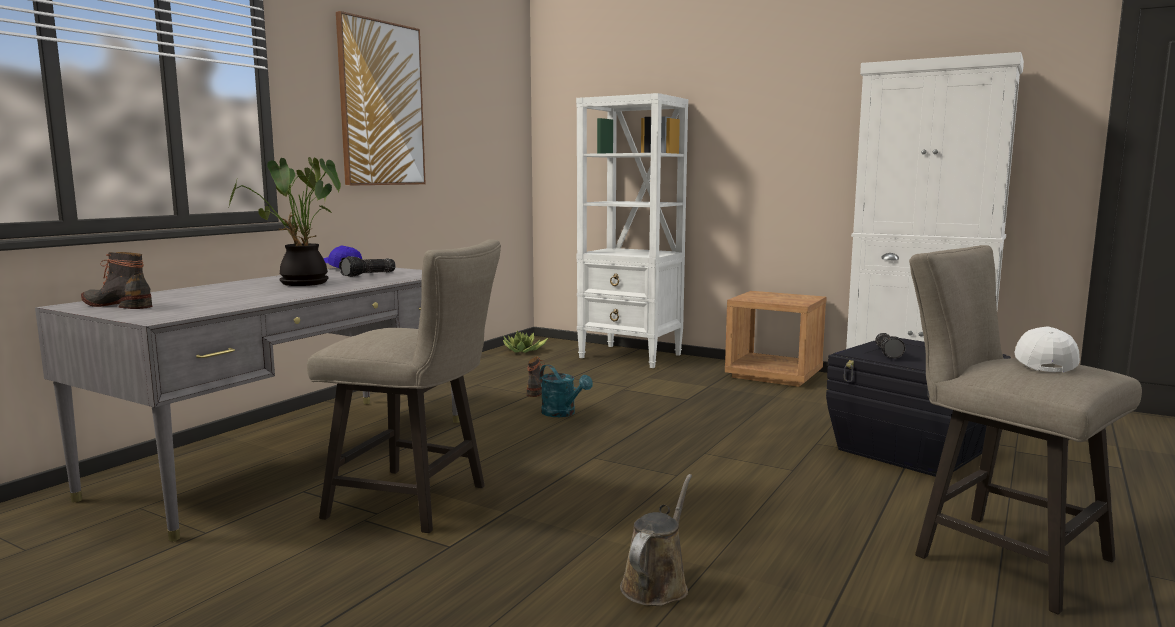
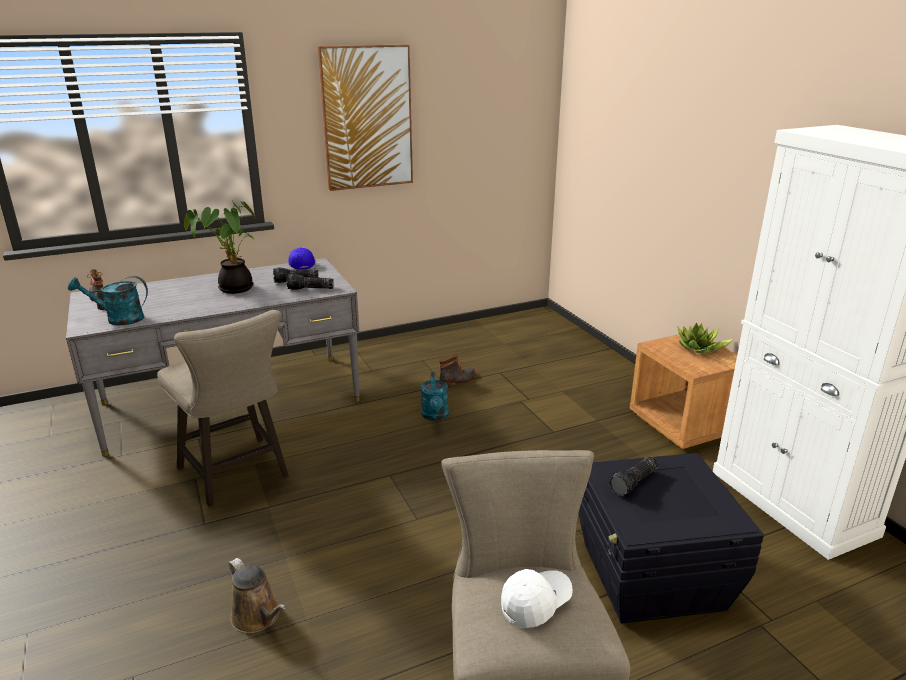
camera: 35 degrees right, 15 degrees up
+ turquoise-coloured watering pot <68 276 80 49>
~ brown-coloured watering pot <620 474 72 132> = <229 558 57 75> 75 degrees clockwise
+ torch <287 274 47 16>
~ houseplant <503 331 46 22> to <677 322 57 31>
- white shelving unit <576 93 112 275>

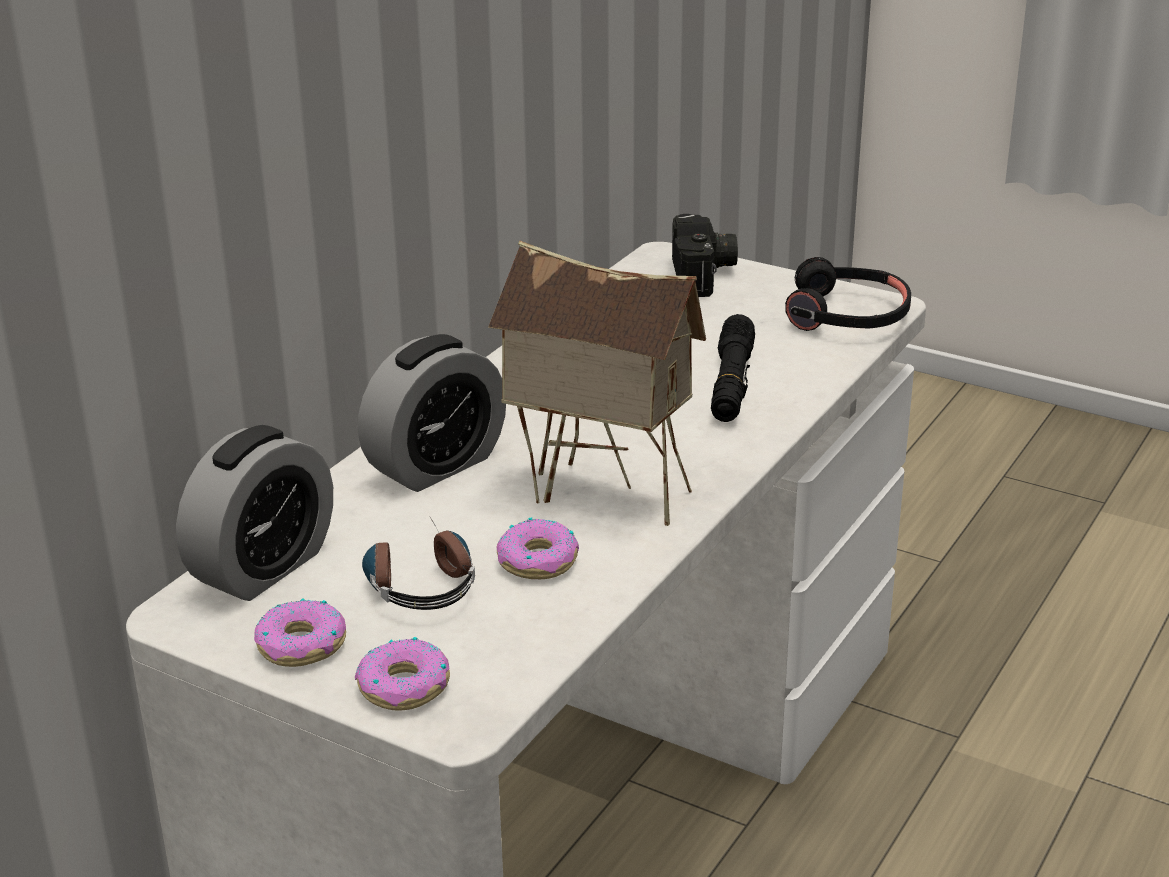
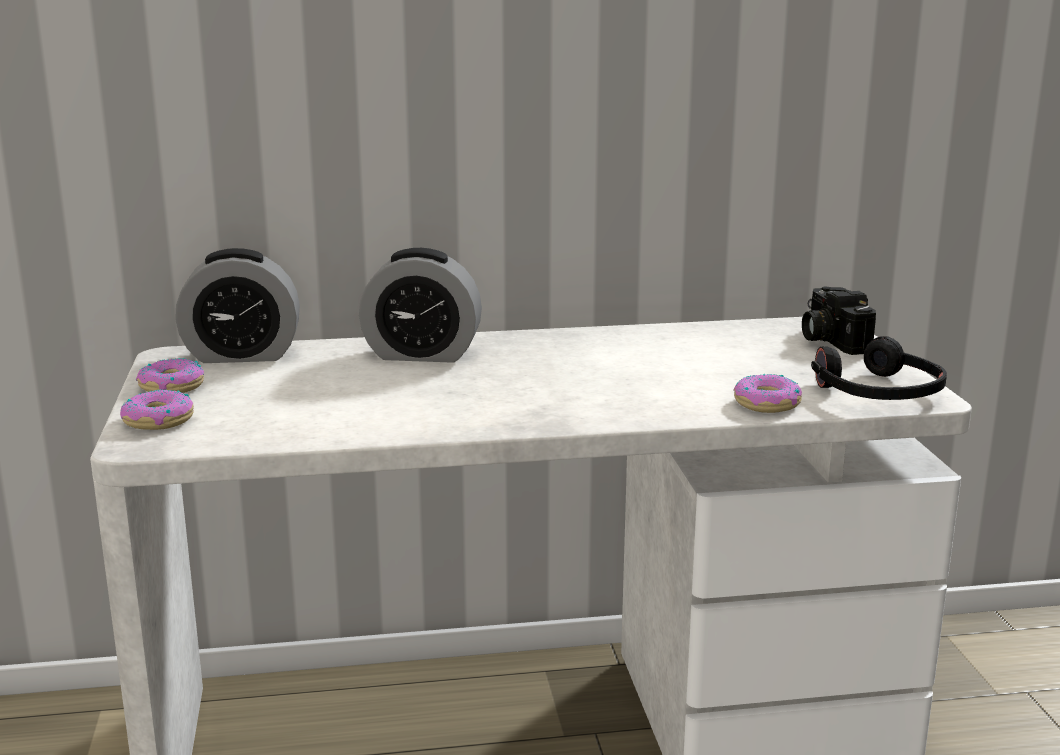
camera: 50 degrees right, 10 degrees down
~ donut <496 518 83 61> to <733 374 69 39>
~ photo camera <672 214 66 83> = <802 287 74 68> 120 degrees clockwise
- headset <362 517 113 93>
- miniature house <488 240 218 286>
- blackish torch <711 314 44 108>

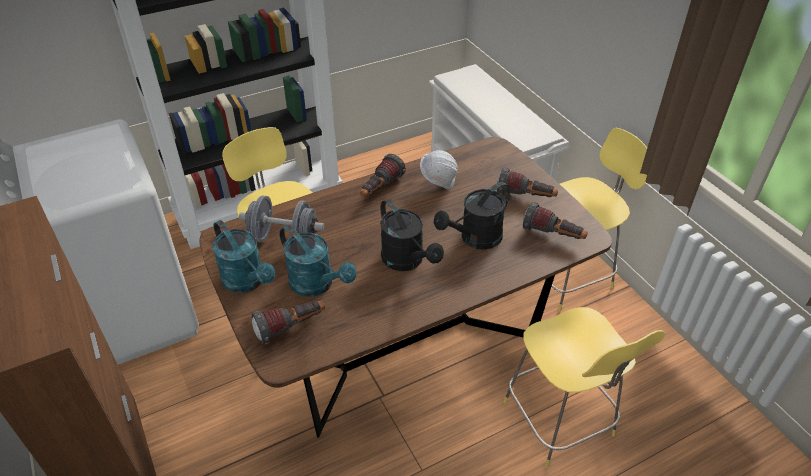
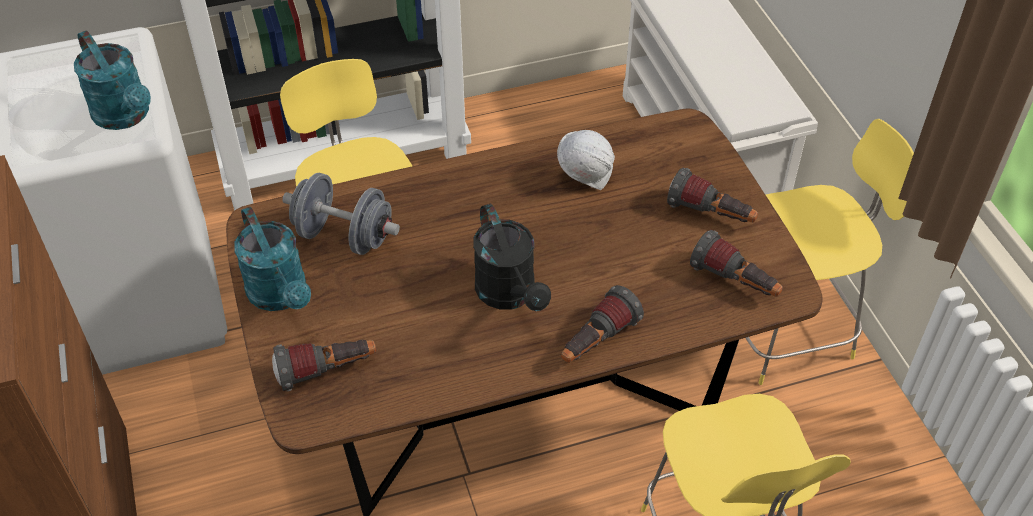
camera: 10 degrees right, 5 degrees up
~ turquoise-coloured watering pot <280 225 77 72> to <74 31 77 99>
~ torch <360 154 46 43> to <561 285 83 78>
- blackish watering pot <434 182 77 68>

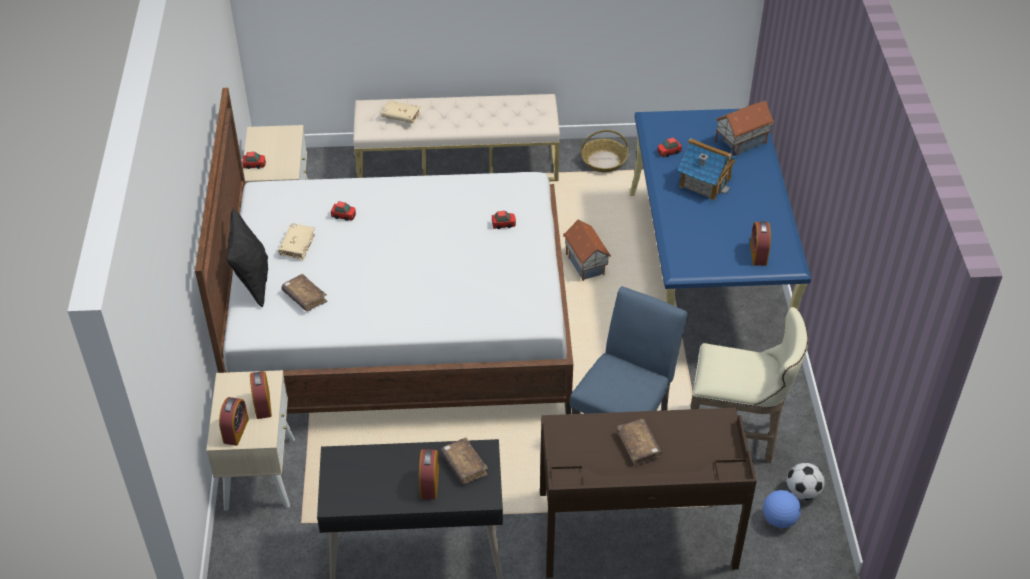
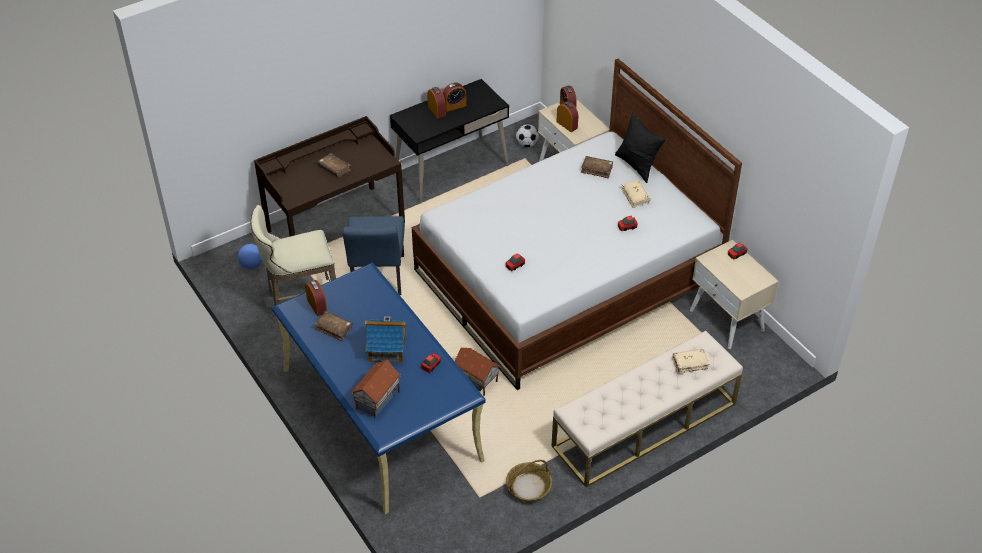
camera: 150 degrees right, 0 degrees up
~ brown-coloured bound book <440 438 48 46> to <314 311 39 30>
+ alarm clock <443 82 24 30>
~ football ball <787 463 38 37> to <516 124 23 23>

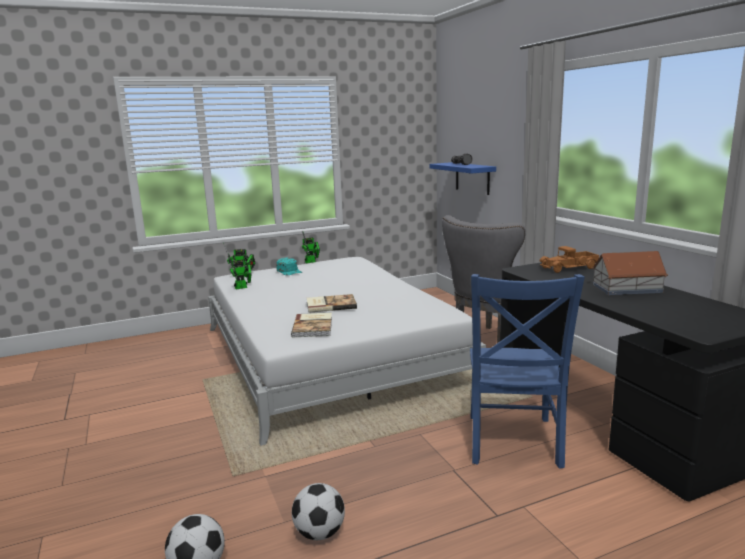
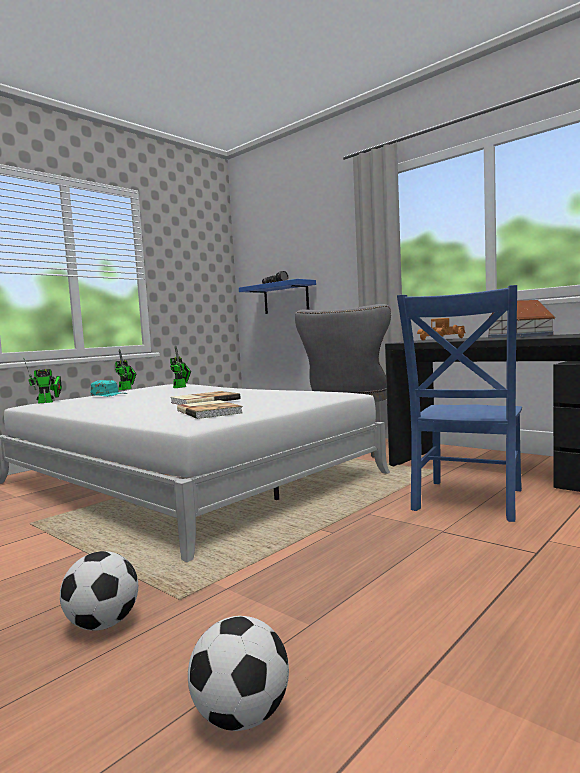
camera: 25 degrees left, 10 degrees down
~ football ball <292 483 53 57> to <60 551 78 80>
~ robot figure <228 254 24 35> to <170 345 21 43>
~ blue-coloured chair <470 274 115 195> = <397 285 125 237> 45 degrees clockwise

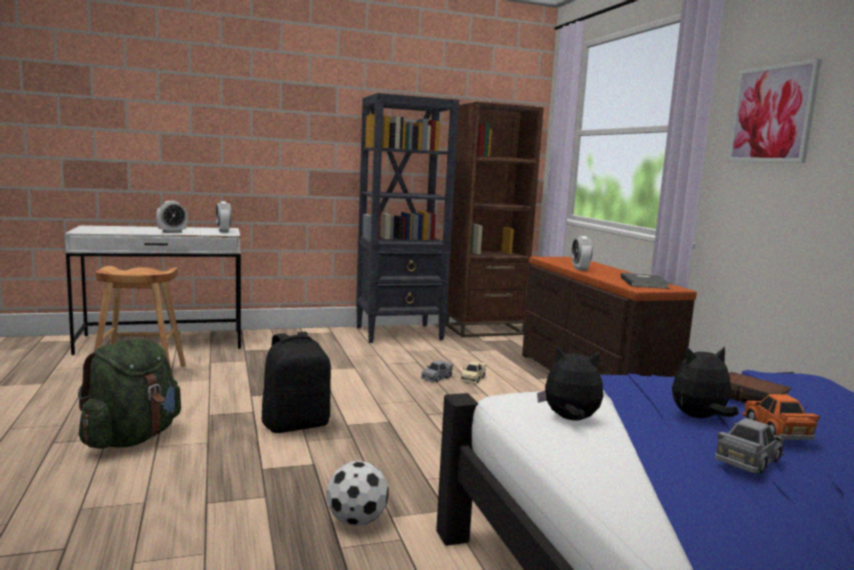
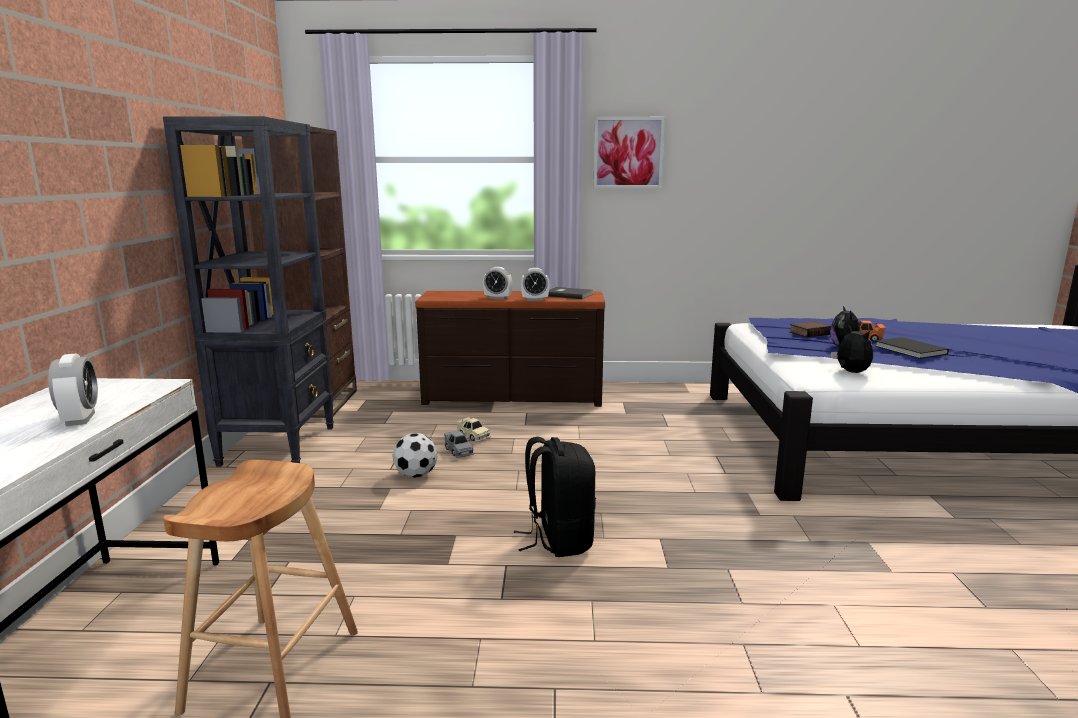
camera: 70 degrees left, 5 degrees up
~ football ball <327 461 62 65> to <393 433 44 45>
~ alarm clock <216 201 16 31> to <521 268 29 33>
~ cuddly toy <537 346 66 74> = <831 325 42 48> 120 degrees clockwise
~ greyish miniature car <715 418 69 55> to blackish bound book <876 337 73 22>
- green backpack <78 339 103 110>

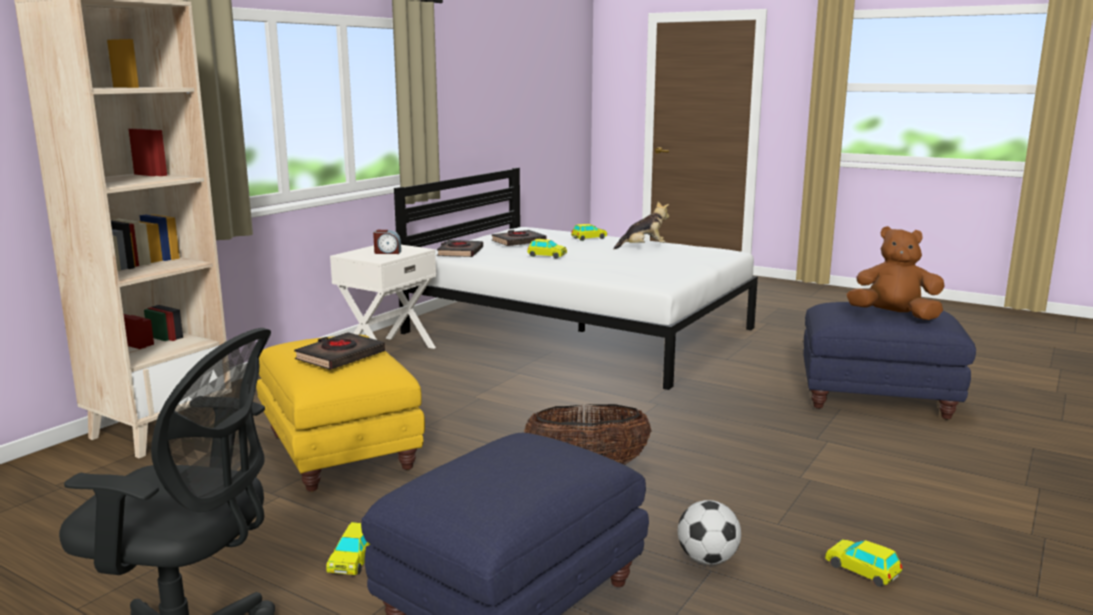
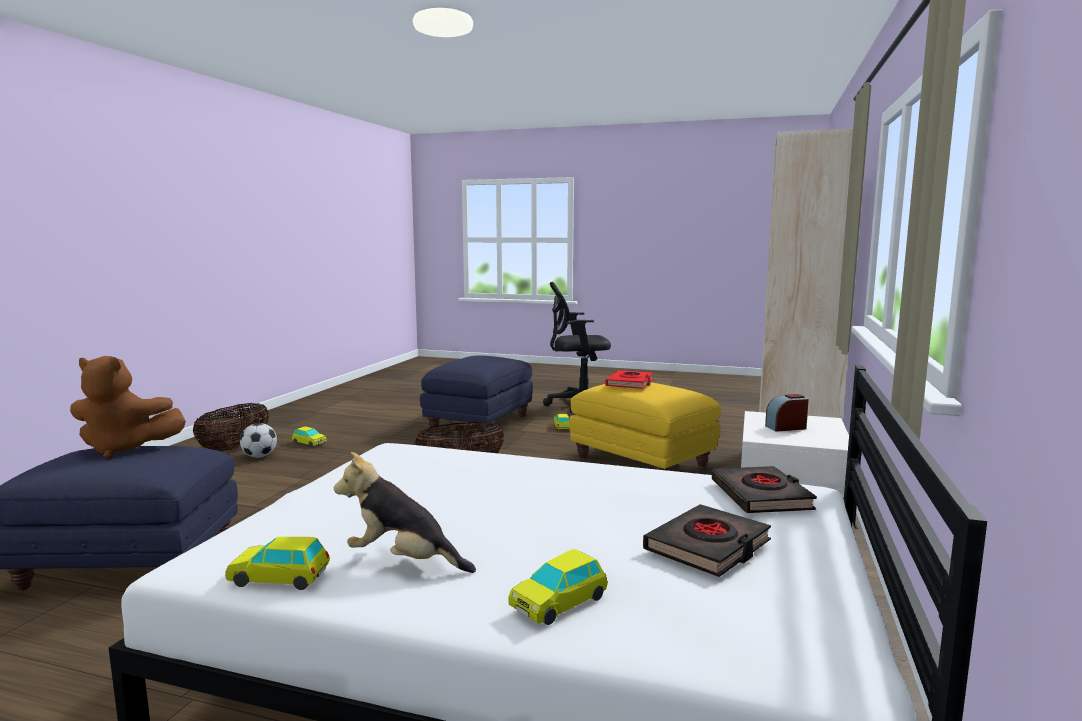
camera: 165 degrees right, 5 degrees down
+ basket <193 403 76 48>
~ miniature car <527 239 40 20> to <225 537 105 53>
~ football ball <678 500 63 65> to <240 423 37 35>
~ cuddly toy <613 202 57 47> = <334 452 142 121> 45 degrees clockwise
~ blackish bound book <294 332 91 38> to red bound book <605 370 49 19>

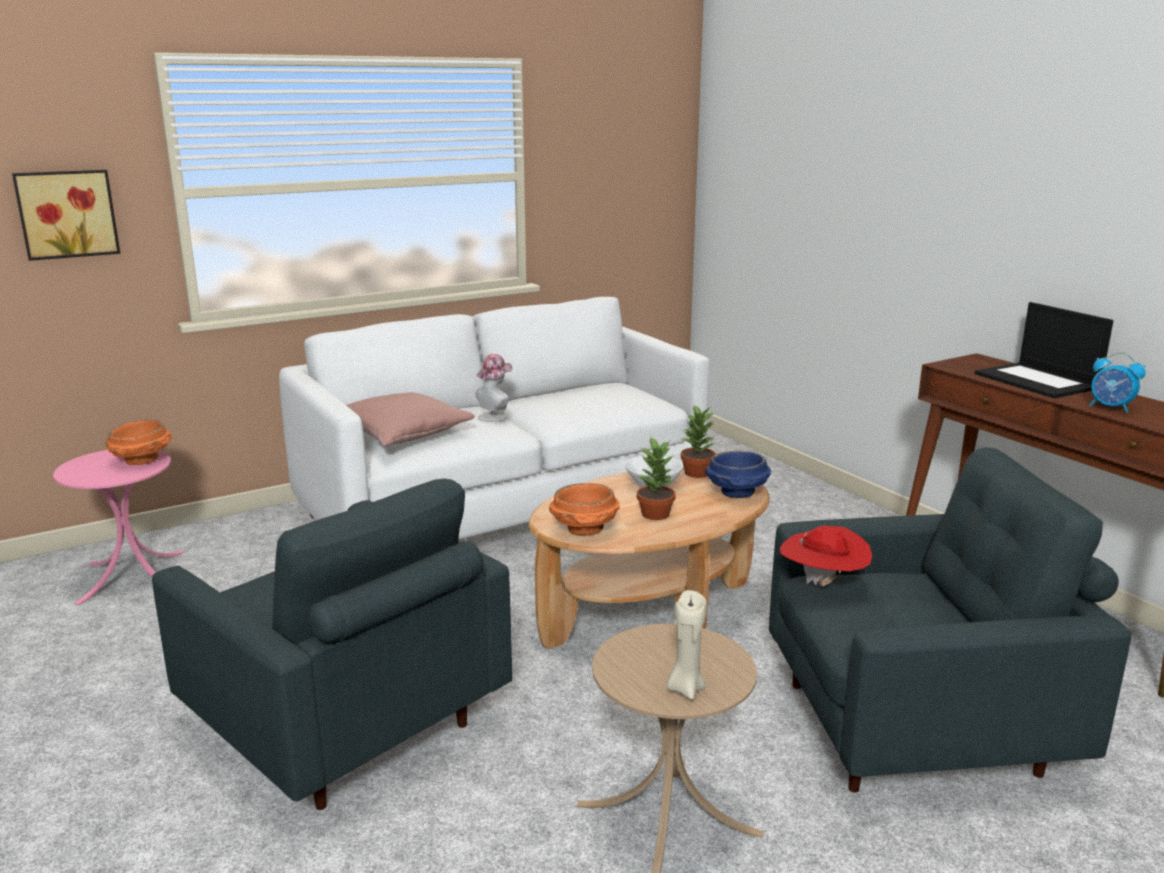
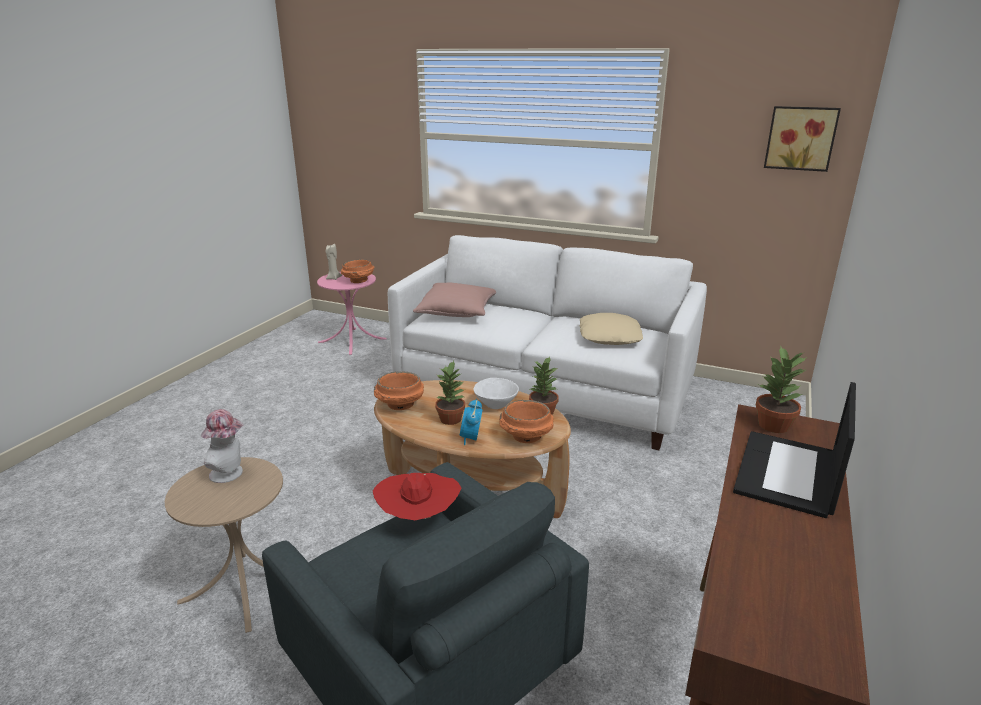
camera: 55 degrees right, 5 degrees up
~ wearable hat <475 354 38 68> to <201 409 43 74>
~ beige-coloured wax light <667 590 40 110> to <326 244 16 36>
~ alarm clock <1089 352 57 61> to <460 399 23 46>
~ blue-coloured deep dish <705 451 66 47> to orangey deep dish <499 400 55 43>
+ beige-coloured cushion <580 313 63 32>
+ houseplant <756 346 51 87>
~ picture <12 170 108 91> to <764 106 77 66>
- greyish easy chair <152 478 360 332>

